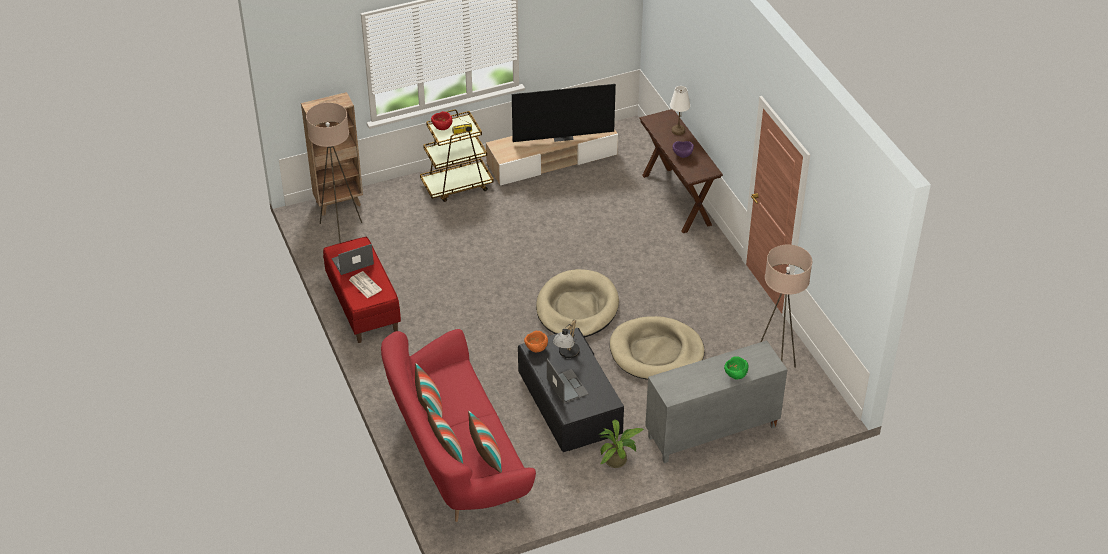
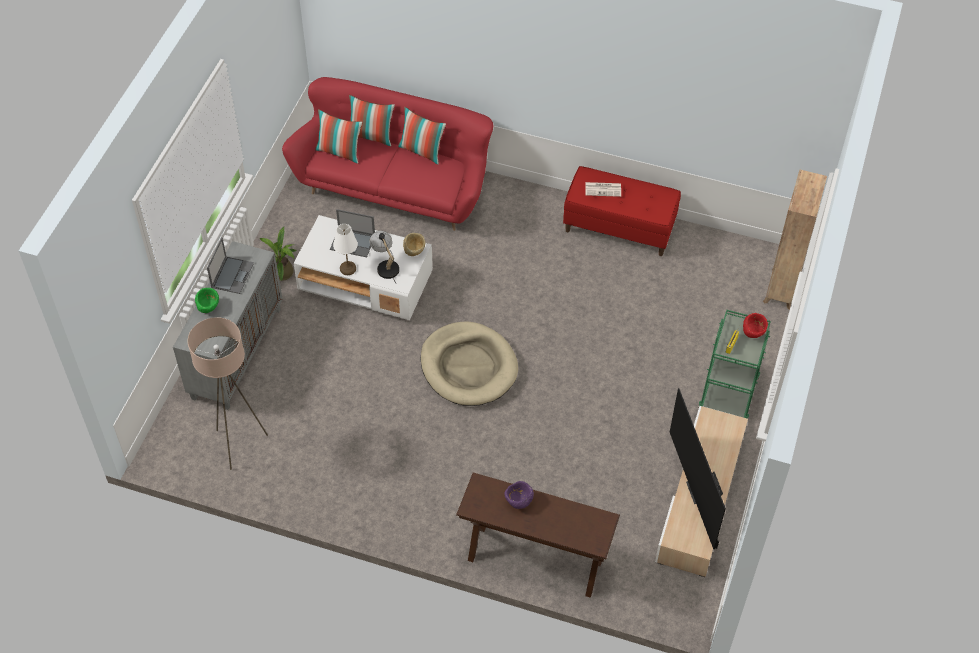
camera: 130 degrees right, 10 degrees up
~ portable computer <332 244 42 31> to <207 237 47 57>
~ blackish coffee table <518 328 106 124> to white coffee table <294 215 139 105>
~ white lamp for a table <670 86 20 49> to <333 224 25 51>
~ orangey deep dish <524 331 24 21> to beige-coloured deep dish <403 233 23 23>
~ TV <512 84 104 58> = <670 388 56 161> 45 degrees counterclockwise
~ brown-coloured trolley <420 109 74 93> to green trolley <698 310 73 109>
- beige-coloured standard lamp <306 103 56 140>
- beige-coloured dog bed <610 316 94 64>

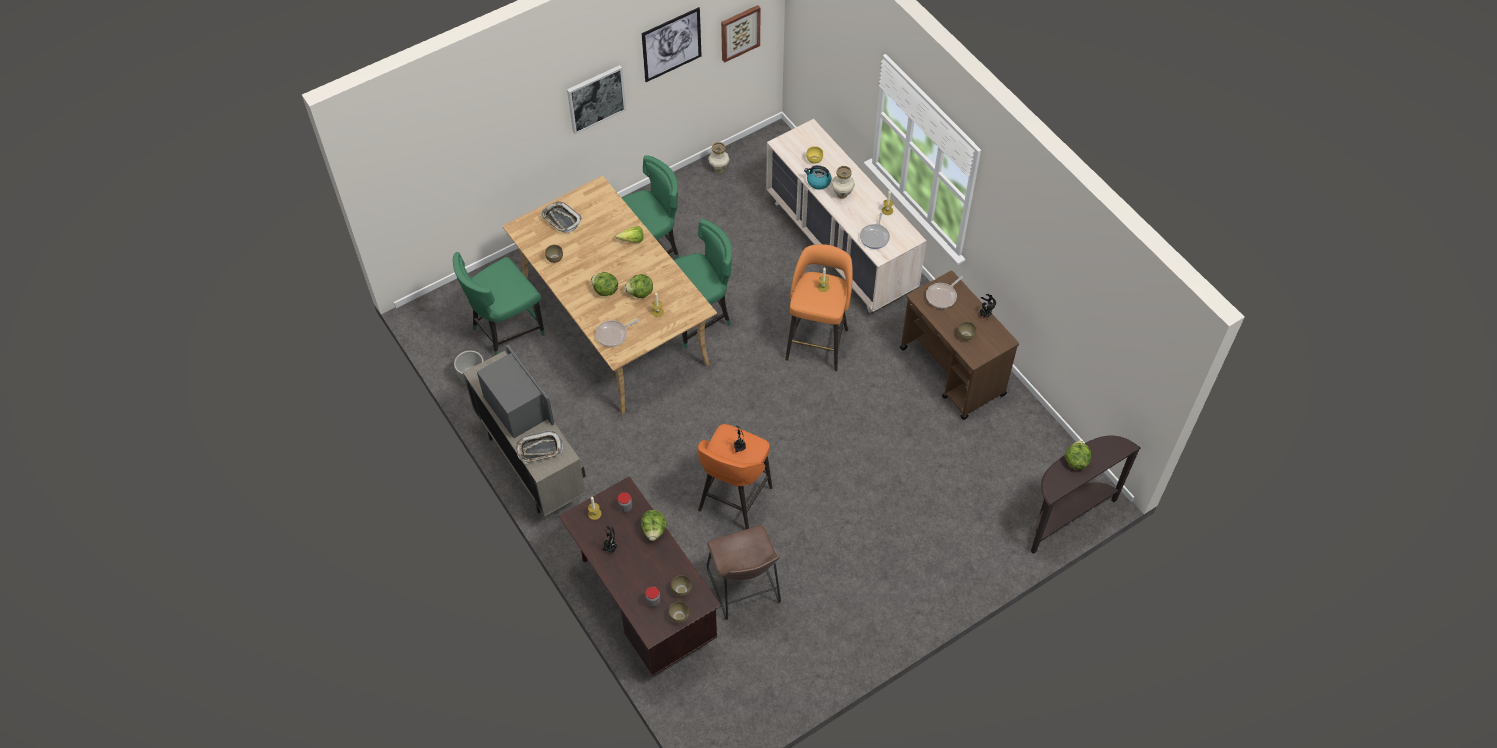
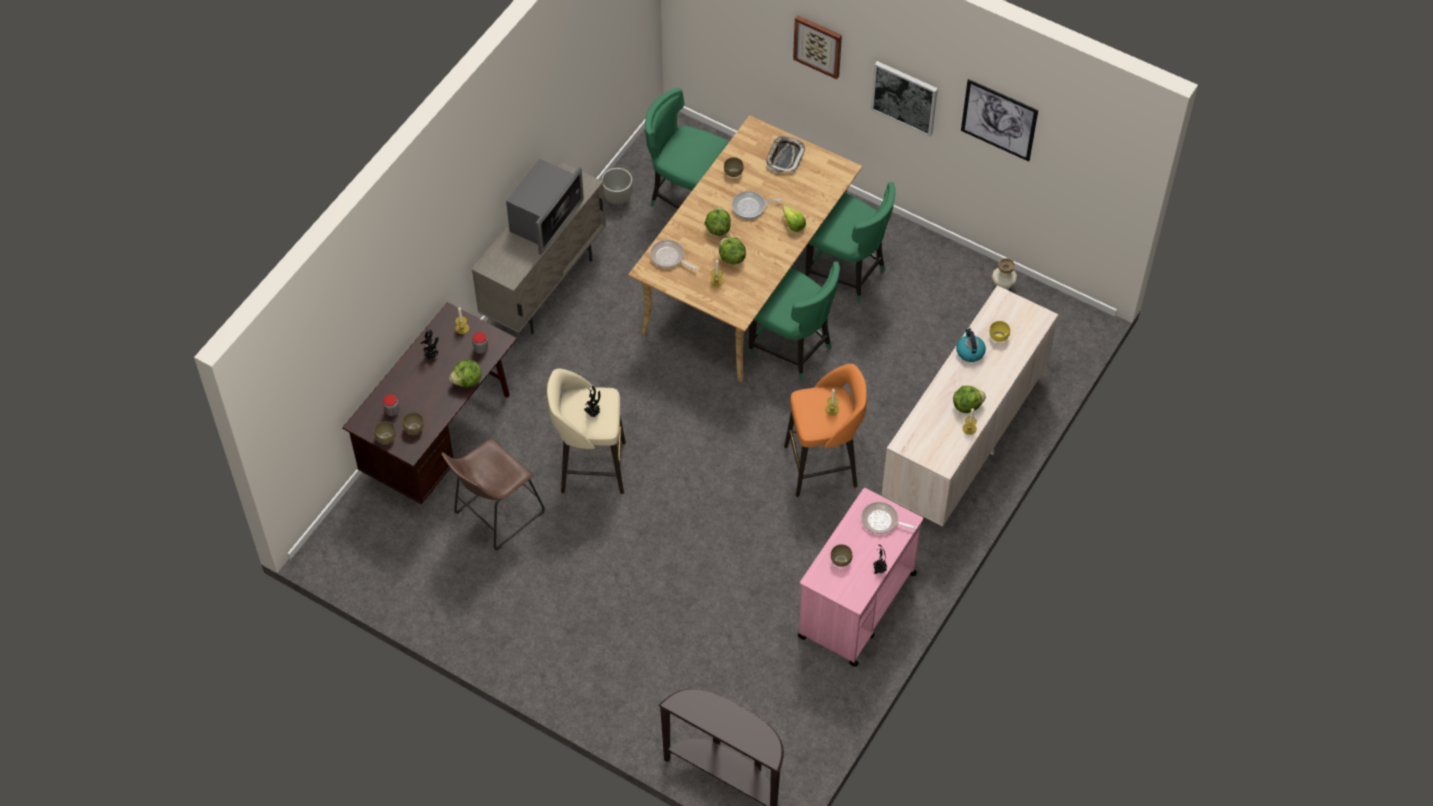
camera: 65 degrees right, 0 degrees up
~ orangey stool <698 424 75 105> to beige-coloured stool <547 369 79 125>
~ skillet <860 212 30 37> to <732 191 50 28>
~ picture <721 5 40 58> to <793 15 49 64>
~ brown-coloured trolley <900 271 119 149> to pinkish trolley <798 488 125 179>
~ lettuce head <1065 441 26 29> to <953 386 33 27>
- carrying tray <517 431 47 33>
- flower vase <831 166 24 33>

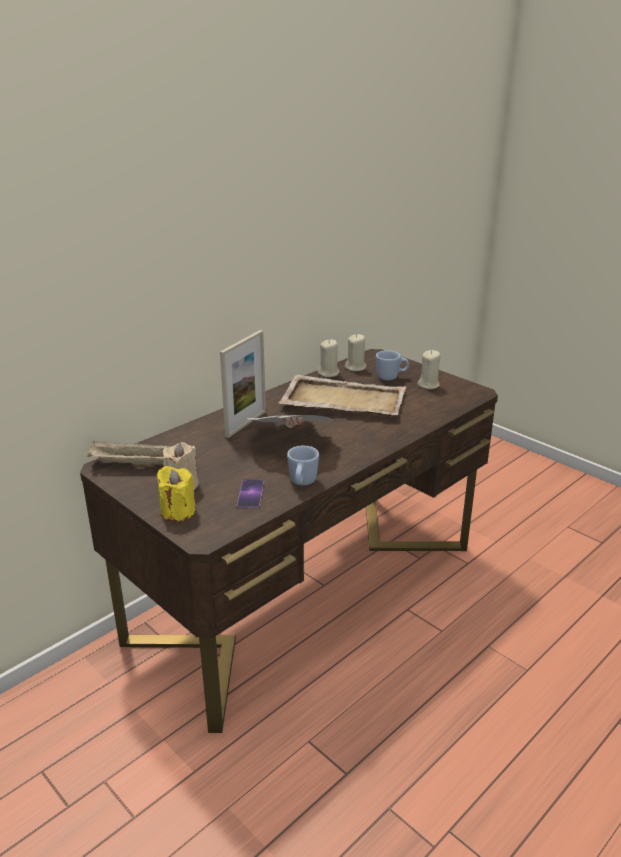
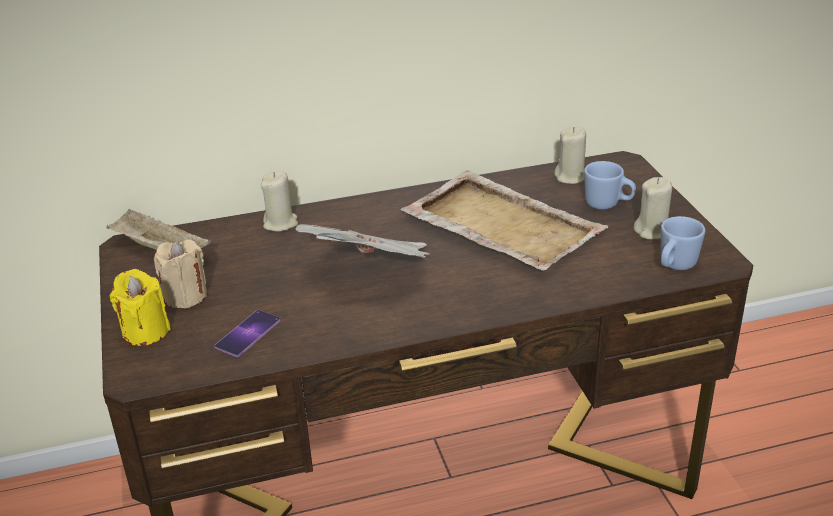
camera: 30 degrees right, 5 degrees up
~ beige-coloured wax light <317 339 23 38> to <261 171 37 60>
~ blue-coloured mug <287 445 32 40> to <661 216 44 54>
- standing frame <220 330 46 108>

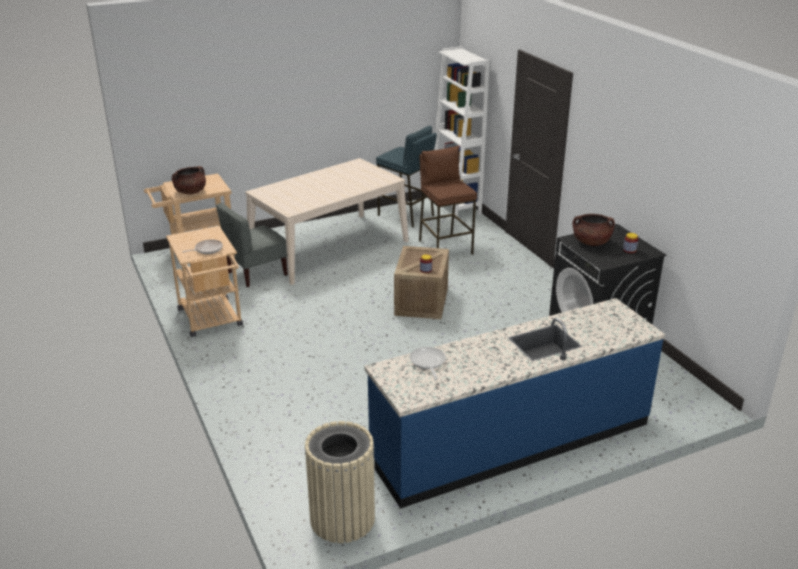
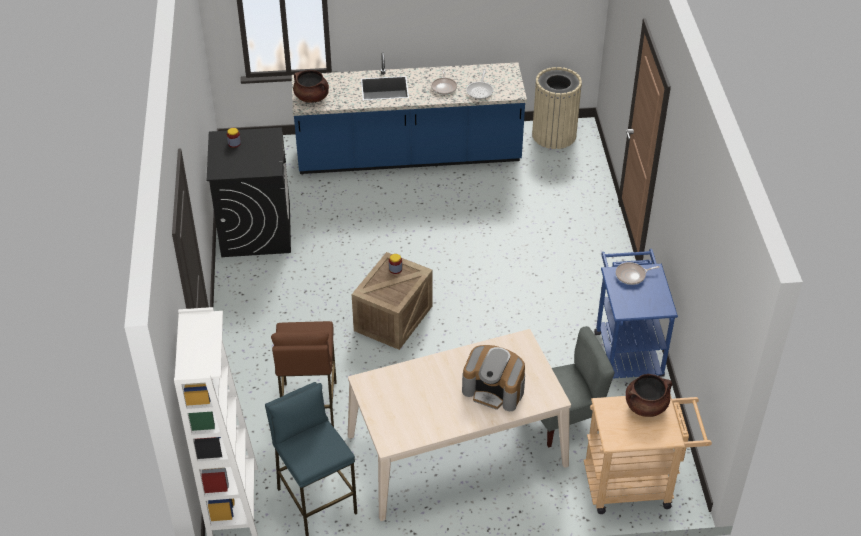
camera: 160 degrees left, 15 degrees up
~ brown-coloured saucepot <573 214 42 32> to <293 70 36 33>
+ skillet <431 69 26 26>
+ coffee maker <462 345 63 66>
~ beige-coloured trolley <166 226 77 111> to blue-coloured trolley <594 249 84 130>

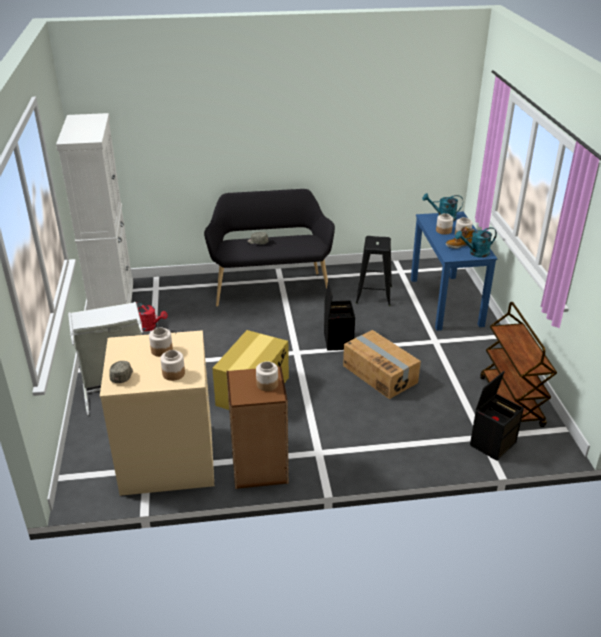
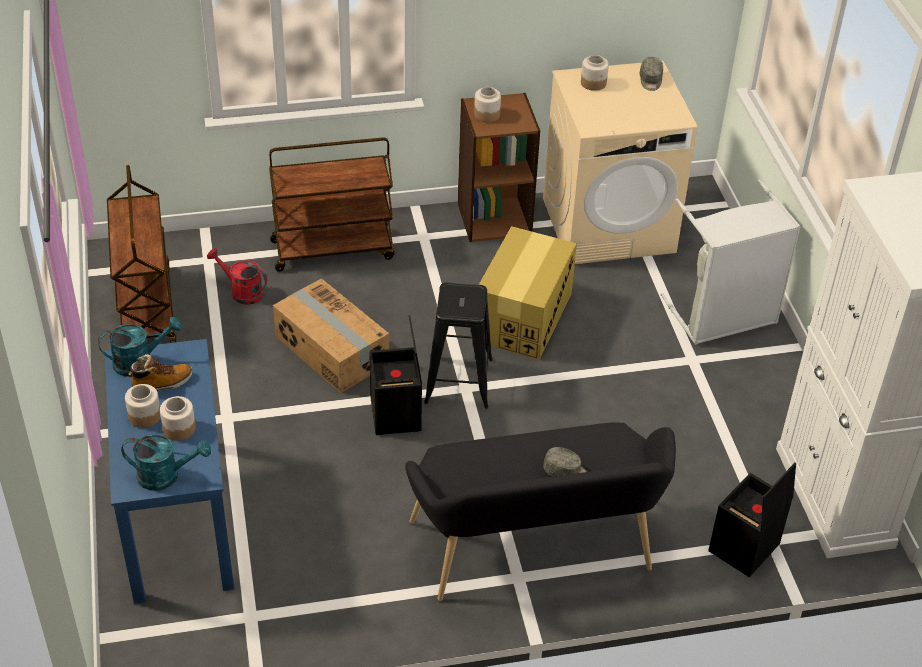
camera: 175 degrees right, 10 degrees up
~ red watering pot <136 302 32 29> to <207 248 60 57>
+ brown-coloured trolley <269 137 126 135>
~ blackish stool <356 236 36 70> to <424 282 69 127>
~ blackish storage container <470 371 54 90> to <708 462 88 115>
- jar <149 327 24 30>

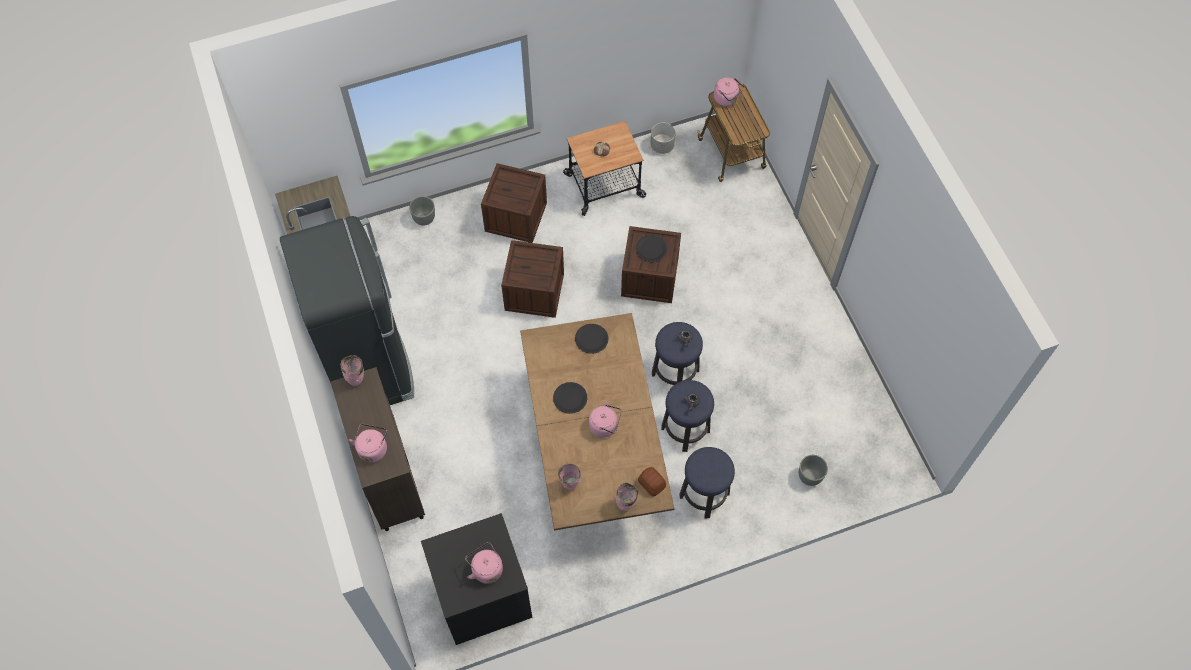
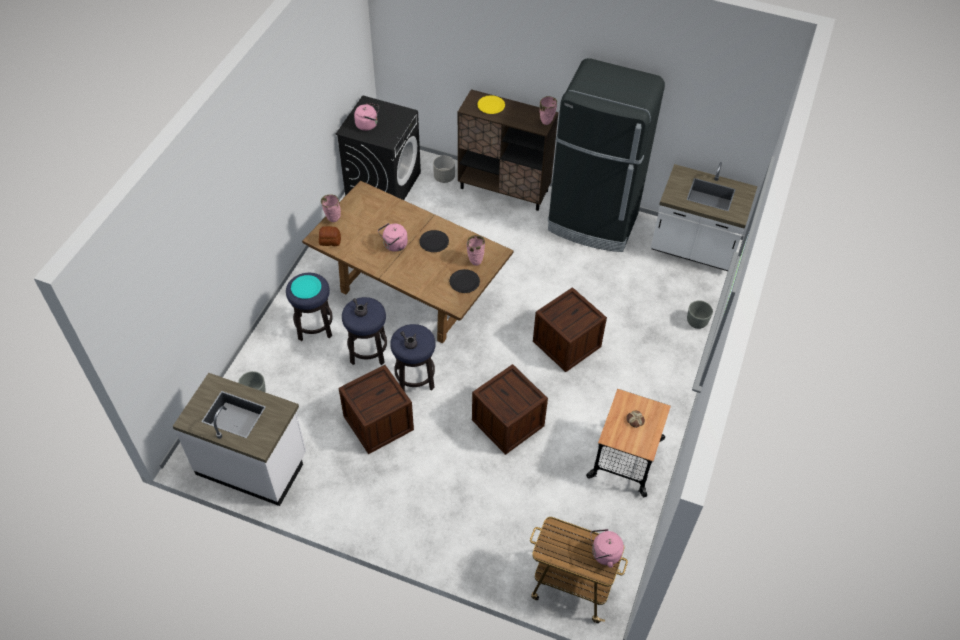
camera: 130 degrees right, 10 degrees down
+ white kitchen counter <172 373 134 133>
+ turquoise-coloured plate <291 275 30 24>
~ crate <481 163 66 80> to <339 365 75 89>
~ greyish plant pot <650 123 26 31> to <433 156 22 27>
~ pinkish flower vase <558 464 23 26> to <467 235 18 31>
~ pinkish water kettle <349 424 39 39> to yellow plate <477 95 28 19>
- blackish plate <636 235 31 27>

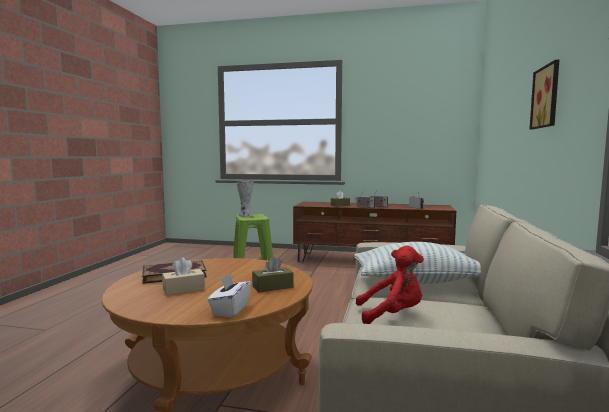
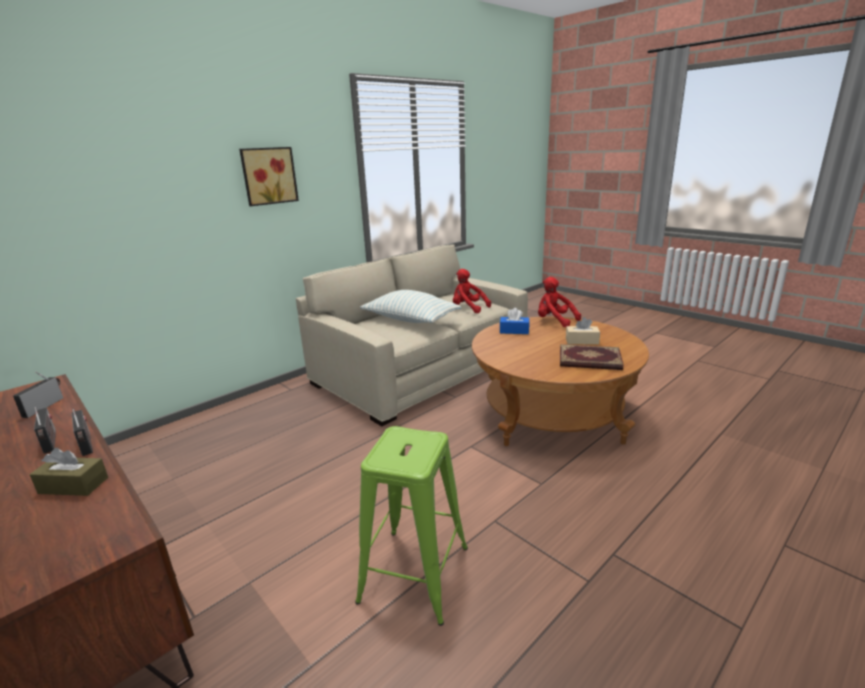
camera: 145 degrees left, 15 degrees up
~ brown-coloured box of tissues <252 257 42 36> to blue-coloured box of tissues <500 308 29 26>
~ white box of tissues <208 273 43 44> to red cuddly toy <538 277 43 50>
- flower vase <237 181 16 35>

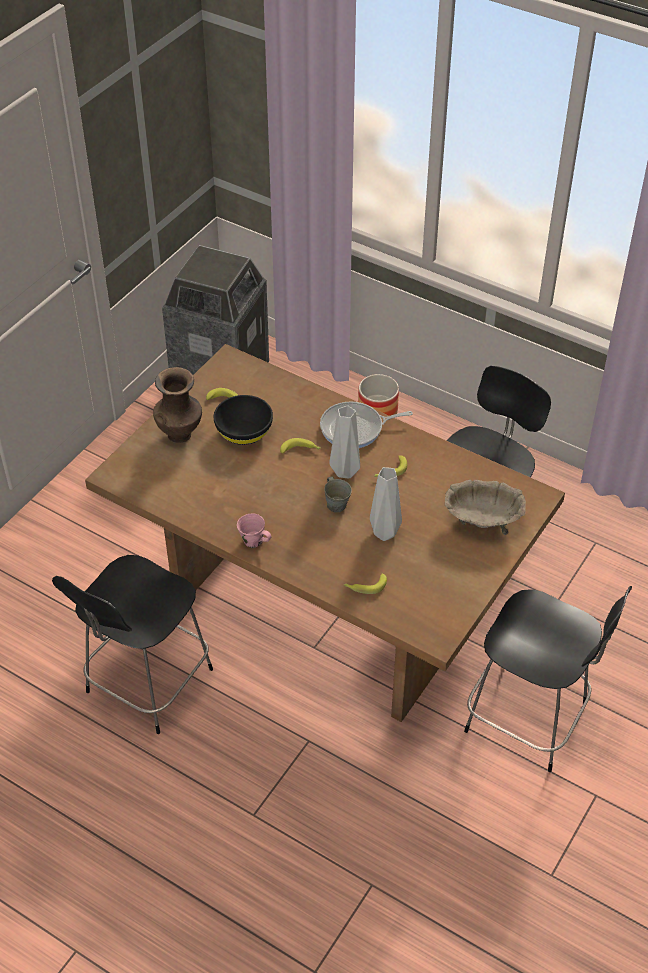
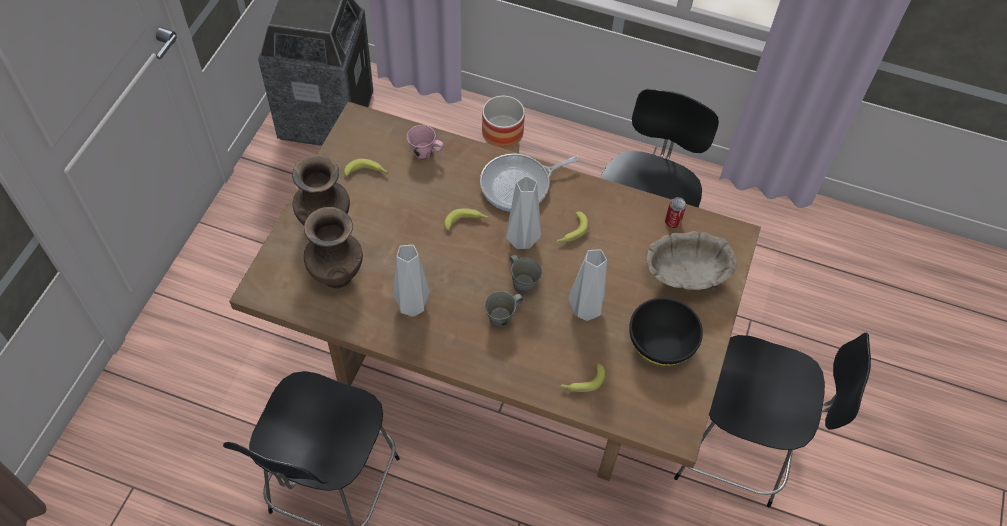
camera: 15 degrees left, 10 degrees up
+ brown-coloured flower vase <304 207 59 82>
+ greyish flower vase <393 245 37 72>
~ pinkish mug <237 513 35 35> to <407 125 37 35>
+ greyish mug <484 291 40 36>
~ blackish deep dish <213 395 60 50> to <629 298 74 68>
+ can <665 197 21 31>

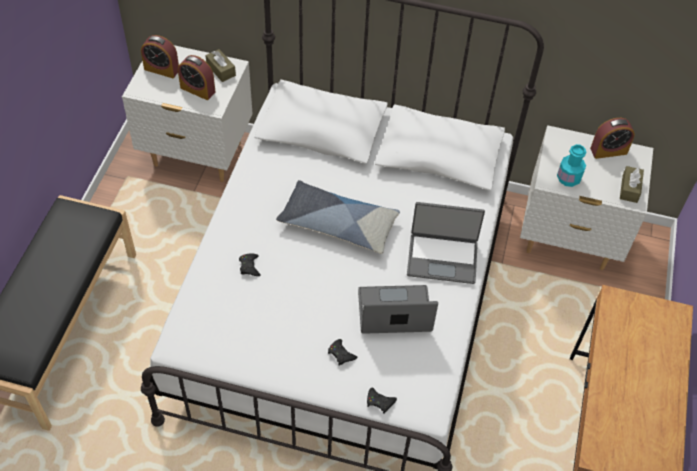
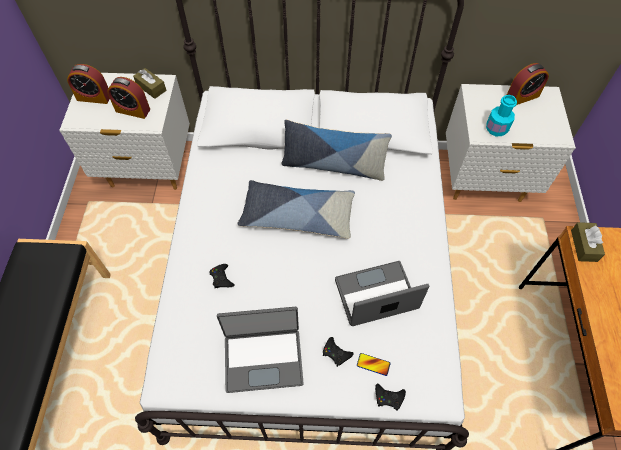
camera: 10 degrees left, 5 degrees up
~ portable computer <407 202 78 82> to <217 307 87 86>
+ cushion <281 119 111 62>
+ telephone <357 353 33 23>
~ brown-coloured box of tissues <620 166 24 37> to <571 222 34 40>

